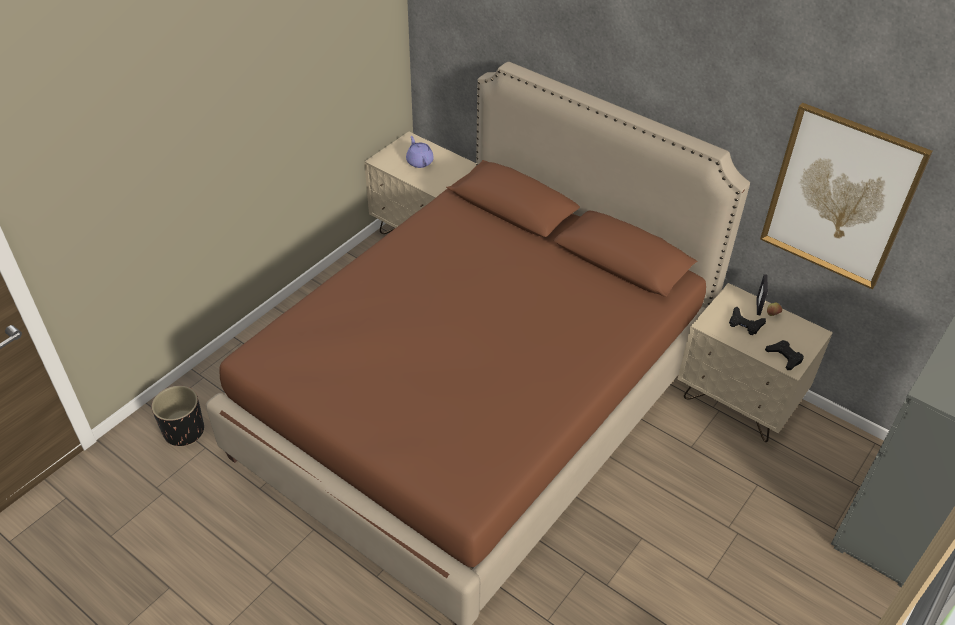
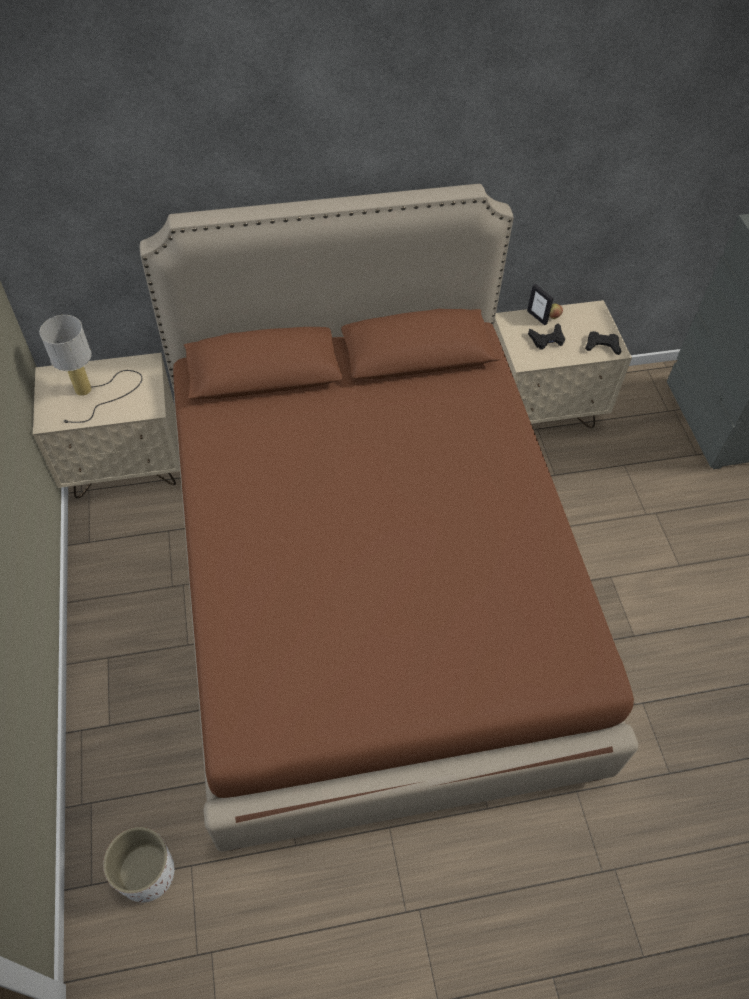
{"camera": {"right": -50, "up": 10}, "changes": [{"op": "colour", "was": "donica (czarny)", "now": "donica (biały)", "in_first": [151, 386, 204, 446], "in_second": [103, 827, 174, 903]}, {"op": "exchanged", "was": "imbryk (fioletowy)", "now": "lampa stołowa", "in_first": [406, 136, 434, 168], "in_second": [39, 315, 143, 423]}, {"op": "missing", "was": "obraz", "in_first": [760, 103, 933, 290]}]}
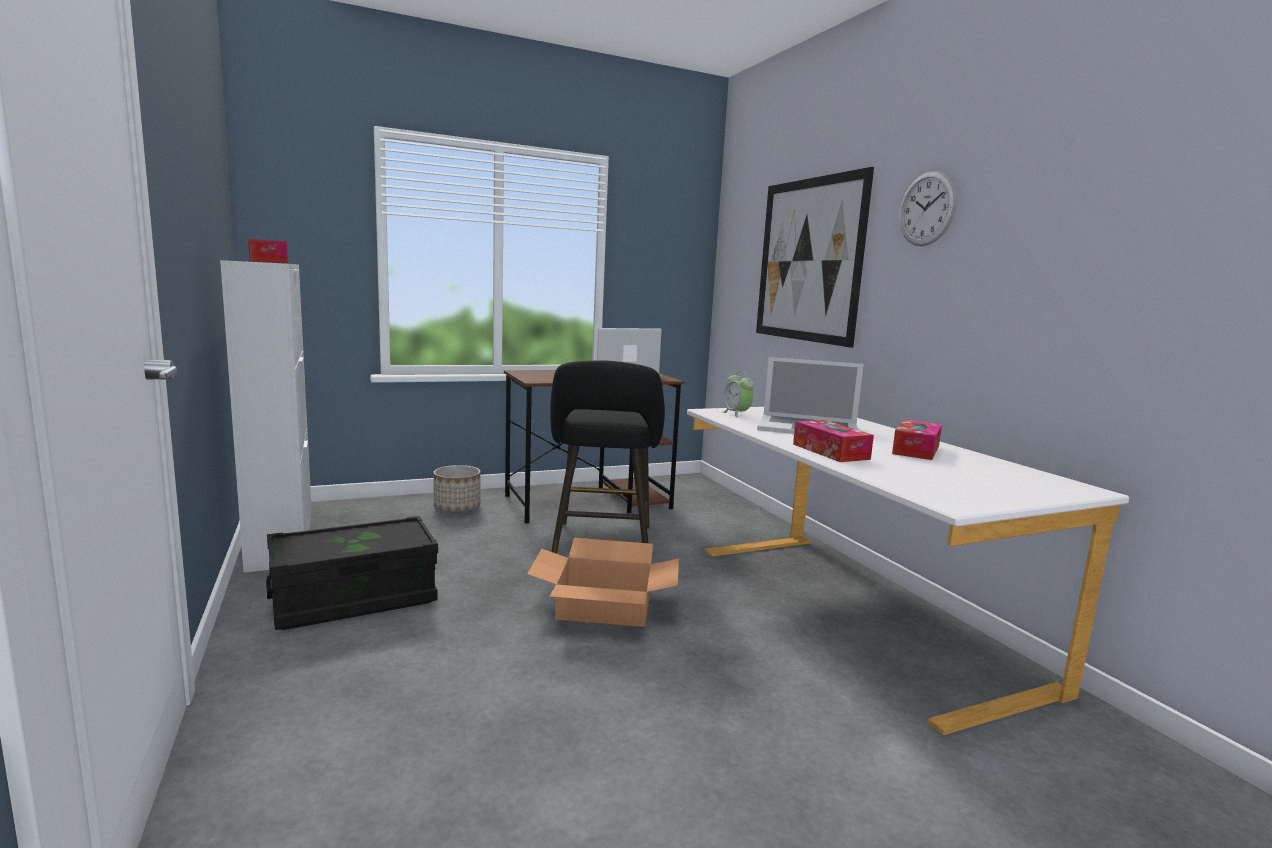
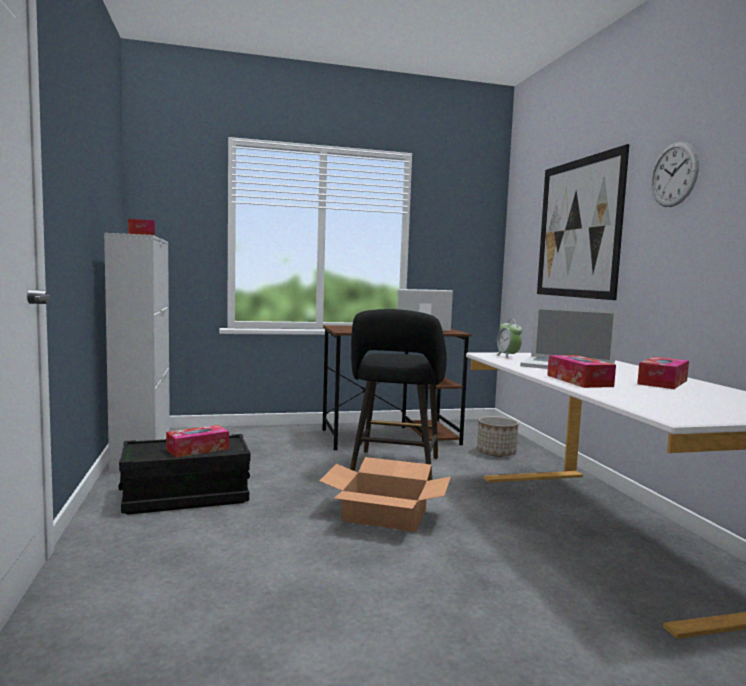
{"camera": {"right": 10, "up": -5}, "changes": [{"op": "relocated", "was": "donica", "in_first": [433, 465, 480, 512], "in_second": [477, 416, 519, 457]}, {"op": "appeared", "now": "pudełko chusteczek", "in_second": [166, 425, 229, 458]}]}
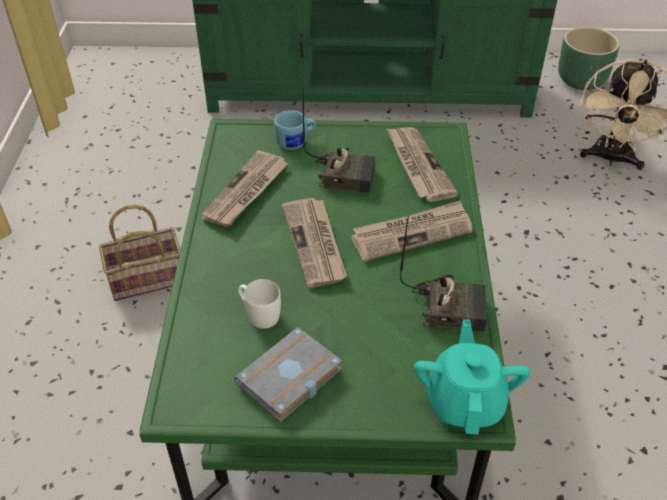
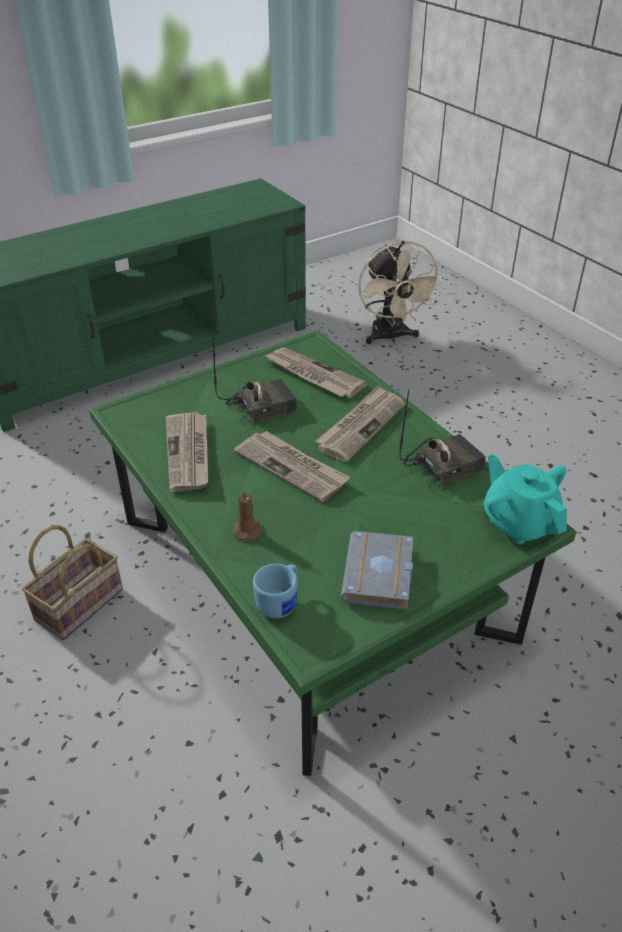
{"camera": {"right": -35, "up": -5}, "changes": [{"op": "missing", "was": "kubek (biały)", "in_first": [238, 279, 281, 329]}, {"op": "relocated", "was": "kubek (niebieski)", "in_first": [274, 110, 316, 150], "in_second": [253, 564, 298, 618]}, {"op": "missing", "was": "donica (zielony)", "in_first": [558, 27, 620, 90]}, {"op": "appeared", "now": "świeca (brązowy)", "in_second": [233, 489, 262, 540]}]}
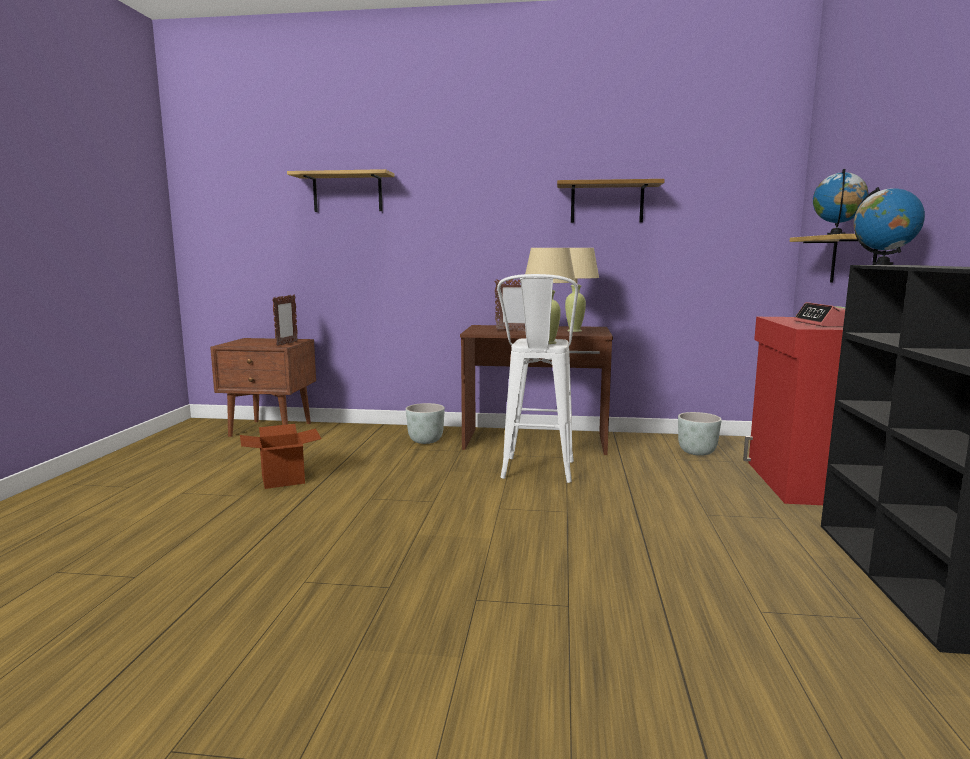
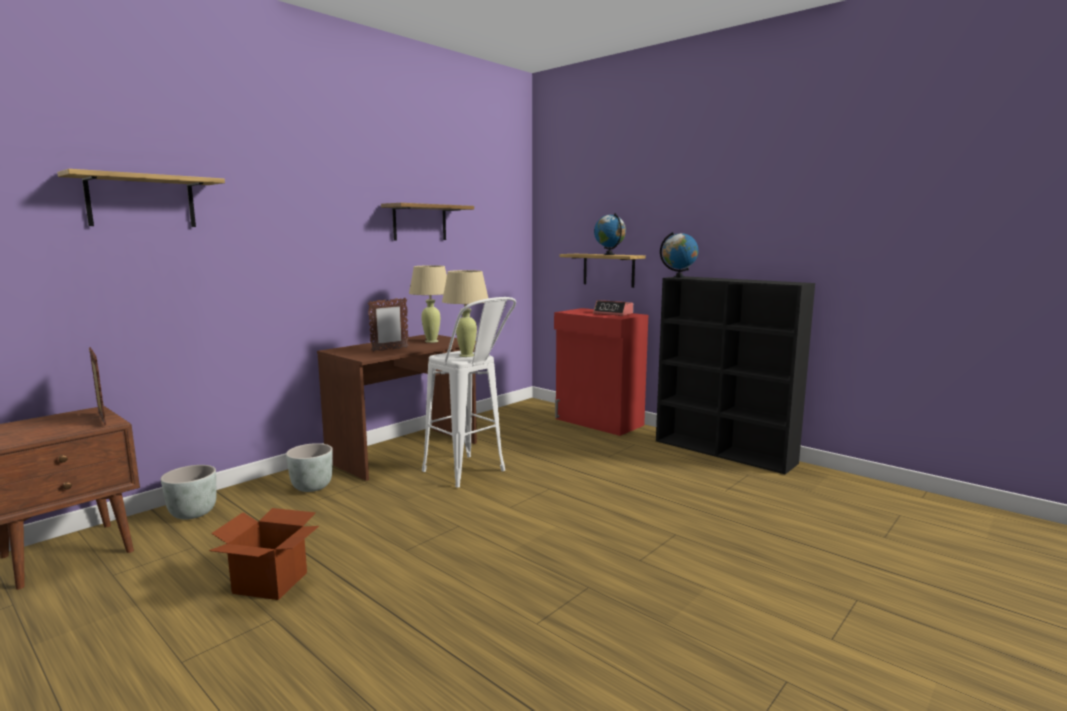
{"camera": {"right": -55, "up": 0}, "changes": [{"op": "relocated", "was": "donica (szary)", "in_first": [678, 412, 722, 456], "in_second": [160, 465, 217, 519]}]}
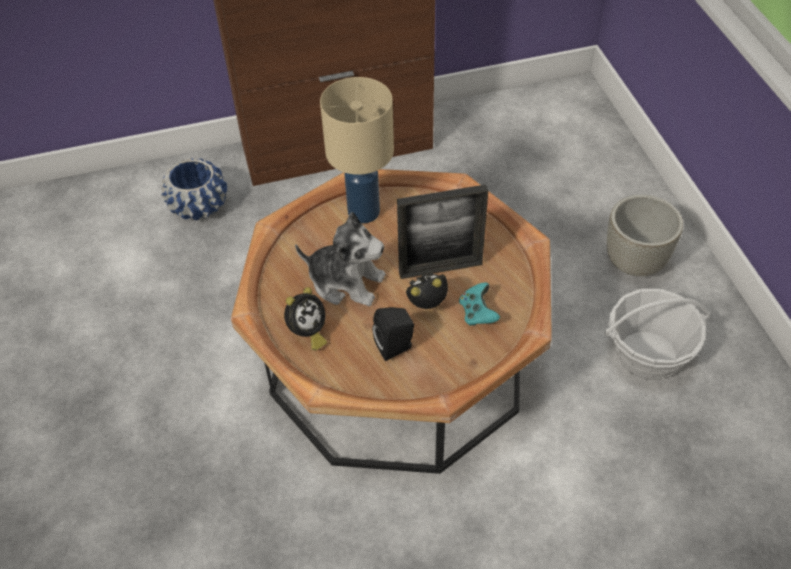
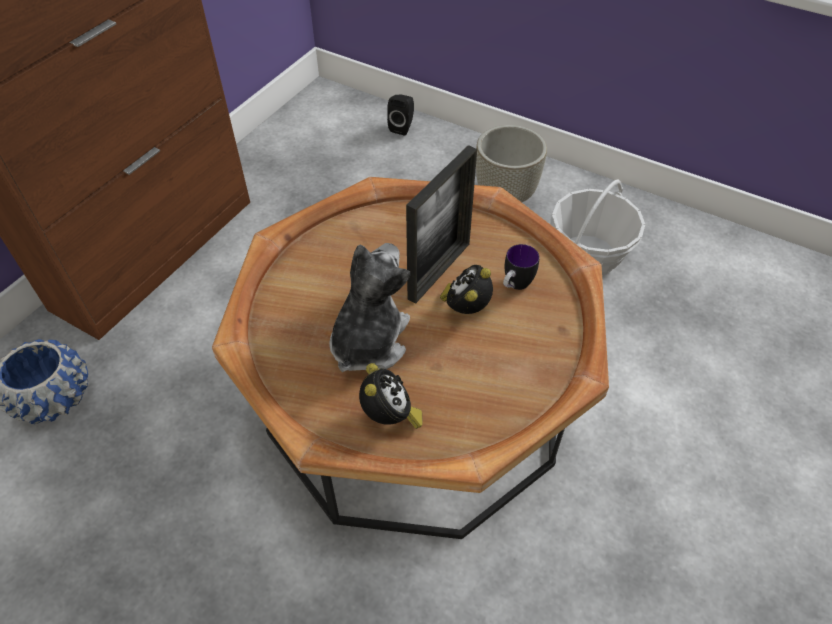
{"camera": {"right": -45, "up": 0}, "changes": [{"op": "spun", "was": "pluszak", "in_first": [295, 212, 386, 306], "in_second": [329, 243, 410, 372], "clockwise": -45}, {"op": "missing", "was": "lampa stołowa (beżowy)", "in_first": [320, 77, 394, 223]}, {"op": "relocated", "was": "głośnik (czarny)", "in_first": [372, 307, 414, 361], "in_second": [387, 95, 414, 136]}, {"op": "exchanged", "was": "pad do gier (turkusowy)", "now": "kubek", "in_first": [459, 282, 500, 326], "in_second": [503, 244, 540, 290]}]}
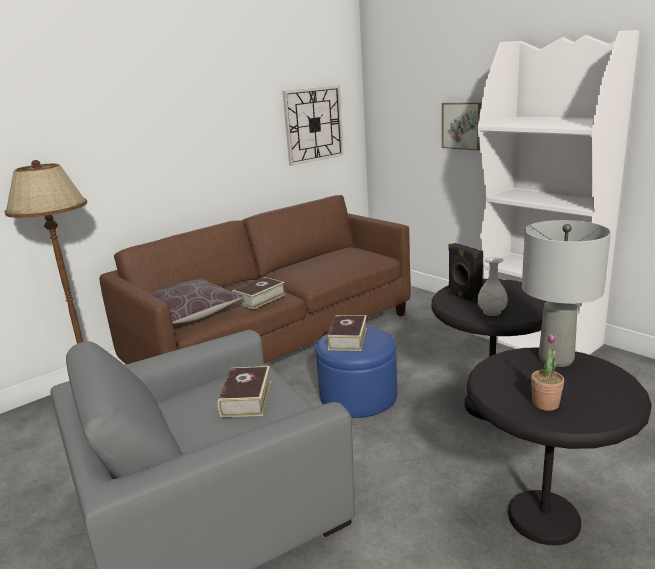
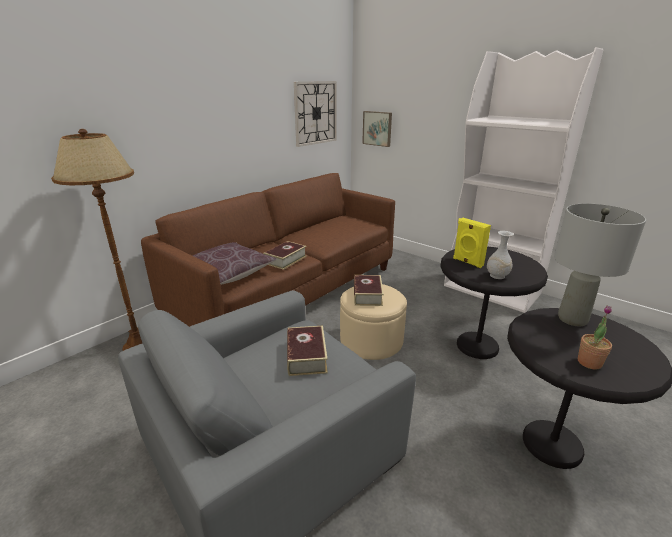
{"camera": {"right": -10, "up": 5}, "changes": [{"op": "colour", "was": "pufa (niebieski)", "now": "pufa (beżowy)", "in_first": [316, 326, 397, 418], "in_second": [340, 284, 407, 360]}, {"op": "relocated", "was": "obraz", "in_first": [442, 103, 482, 150], "in_second": [362, 111, 392, 147]}, {"op": "colour", "was": "głośnik (czarny)", "now": "głośnik (żółty)", "in_first": [448, 243, 483, 304], "in_second": [453, 218, 491, 268]}]}
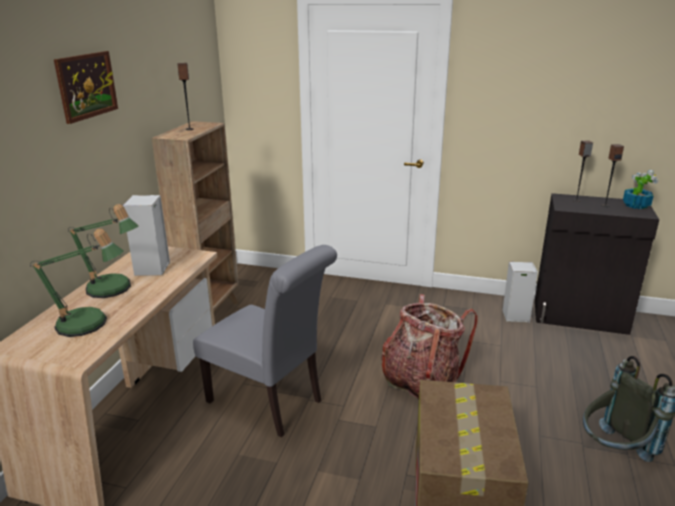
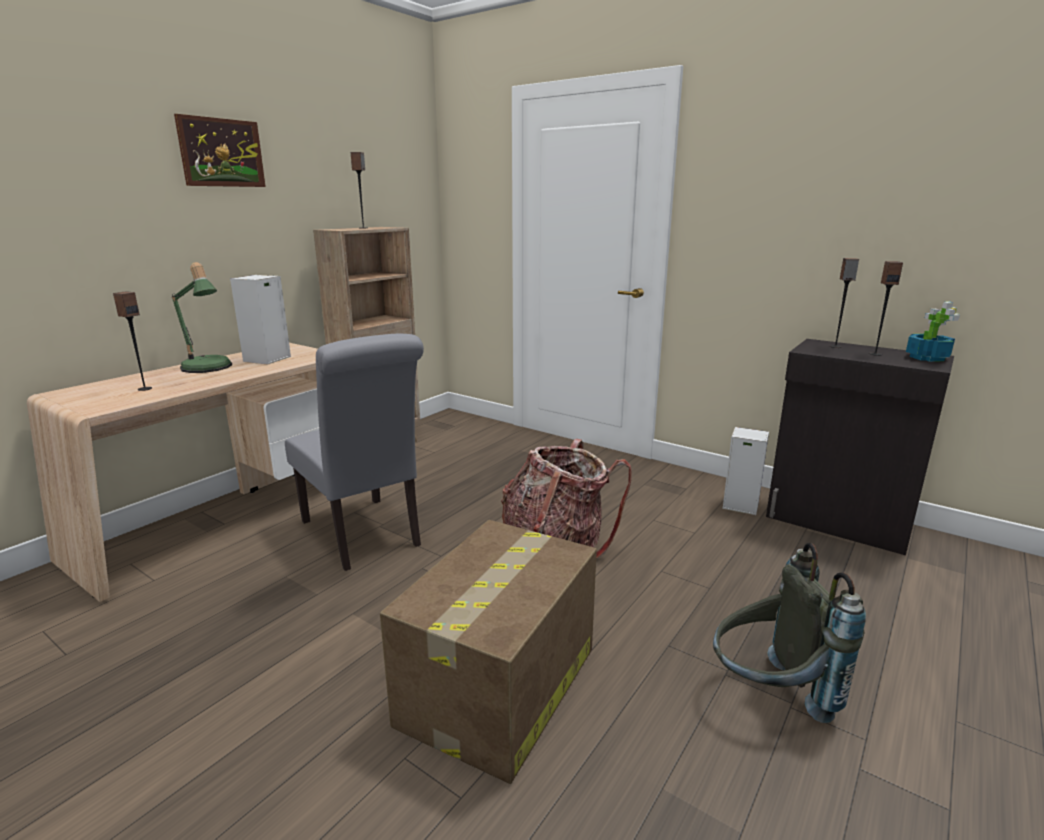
{"camera": {"right": 20, "up": -5}, "changes": [{"op": "exchanged", "was": "lampa stołowa", "now": "głośnik", "in_first": [30, 228, 124, 337], "in_second": [113, 291, 152, 391]}]}
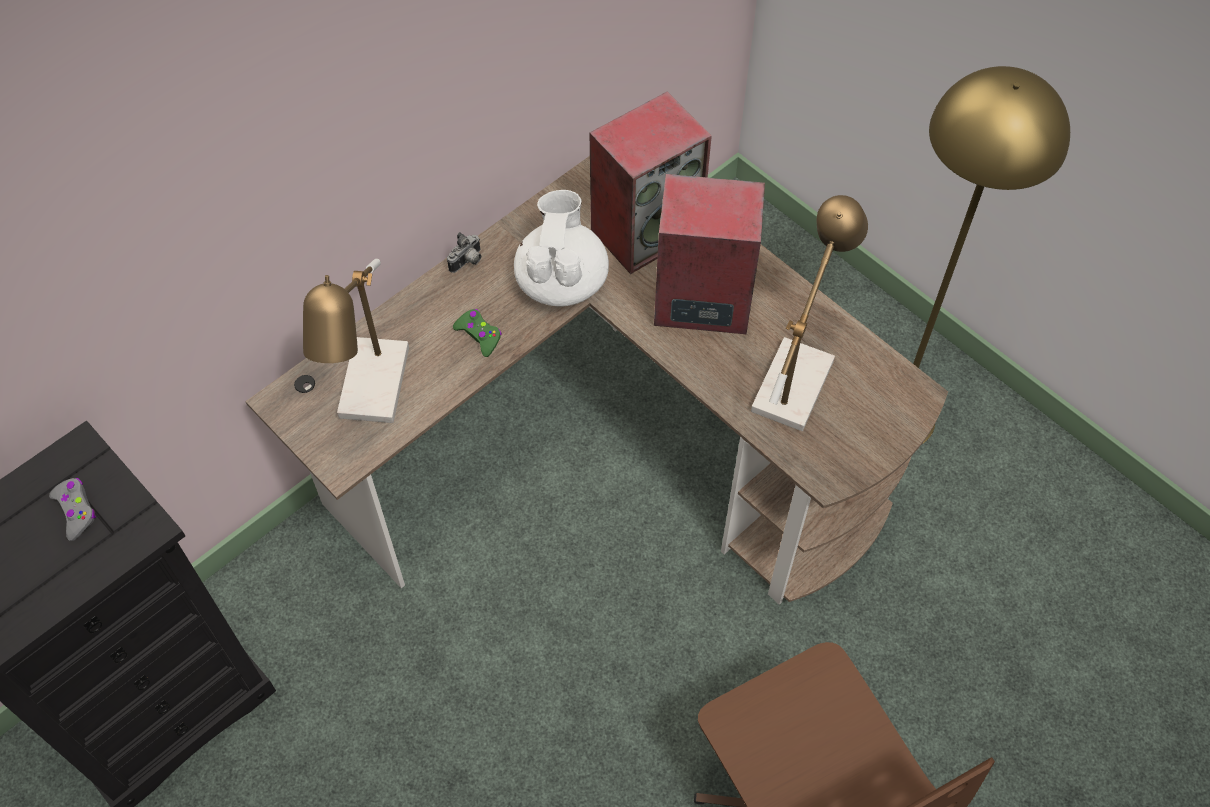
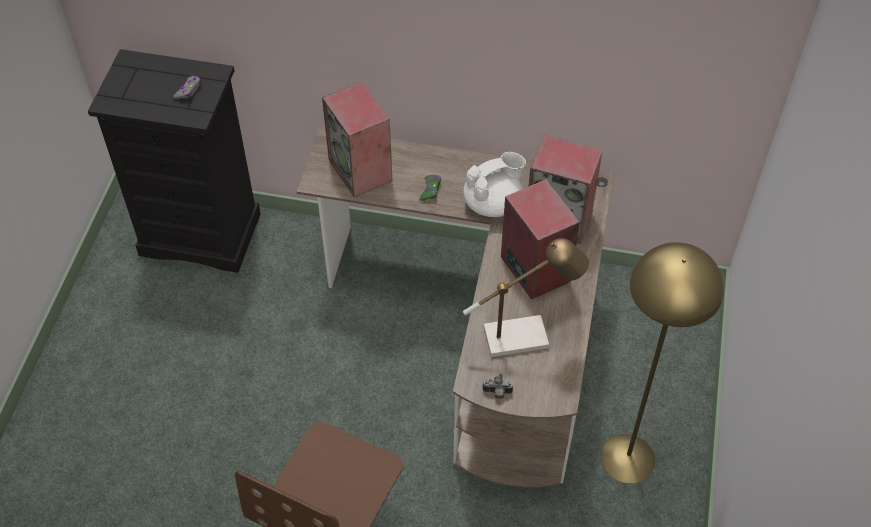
{"camera": {"right": 55, "up": -5}, "changes": [{"op": "exchanged", "was": "lampa stołowa", "now": "głośnik", "in_first": [303, 259, 409, 423], "in_second": [322, 82, 392, 197]}, {"op": "relocated", "was": "aparat fotograficzny", "in_first": [447, 232, 481, 273], "in_second": [482, 374, 513, 399]}]}
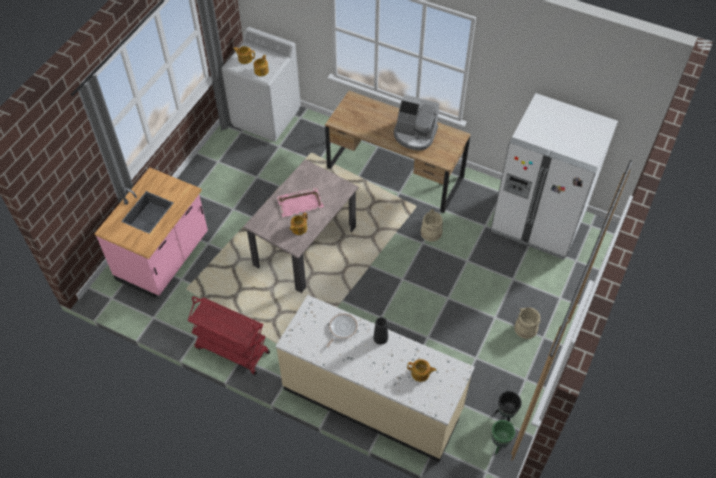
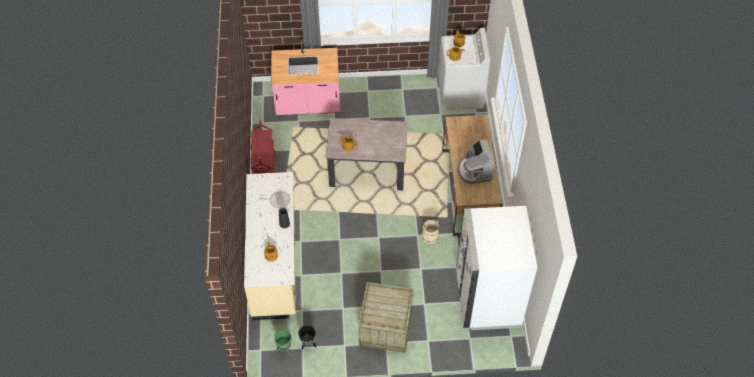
{"camera": {"right": 60, "up": 0}, "changes": [{"op": "missing", "was": "taca (różowy)", "in_first": [277, 188, 324, 217]}, {"op": "exchanged", "was": "wiadro (beżowy)", "now": "skrzynka", "in_first": [514, 307, 541, 339], "in_second": [359, 282, 414, 353]}]}
